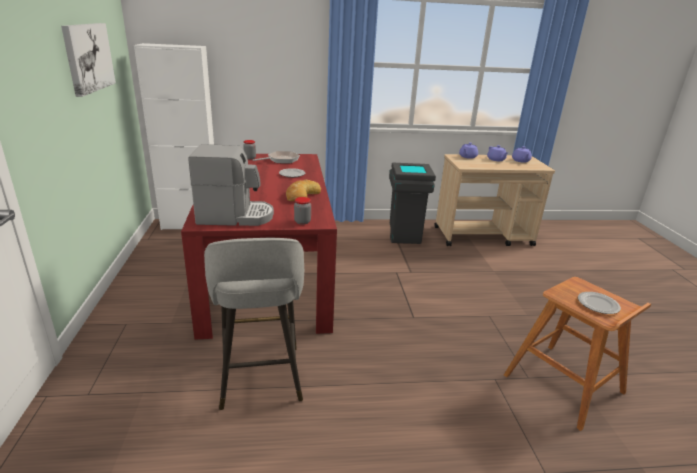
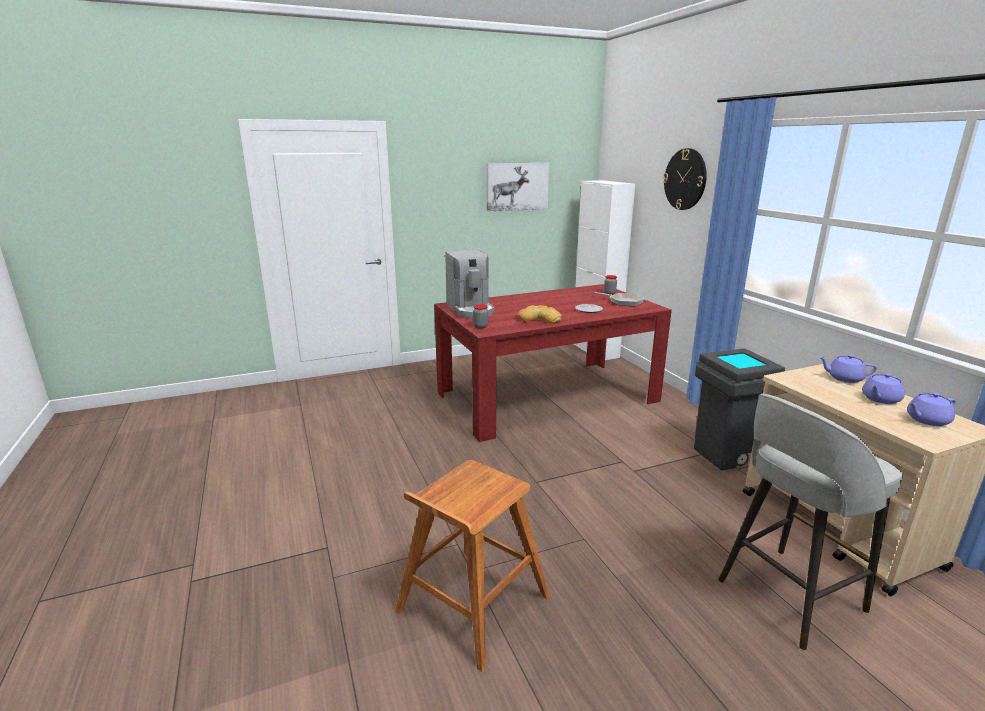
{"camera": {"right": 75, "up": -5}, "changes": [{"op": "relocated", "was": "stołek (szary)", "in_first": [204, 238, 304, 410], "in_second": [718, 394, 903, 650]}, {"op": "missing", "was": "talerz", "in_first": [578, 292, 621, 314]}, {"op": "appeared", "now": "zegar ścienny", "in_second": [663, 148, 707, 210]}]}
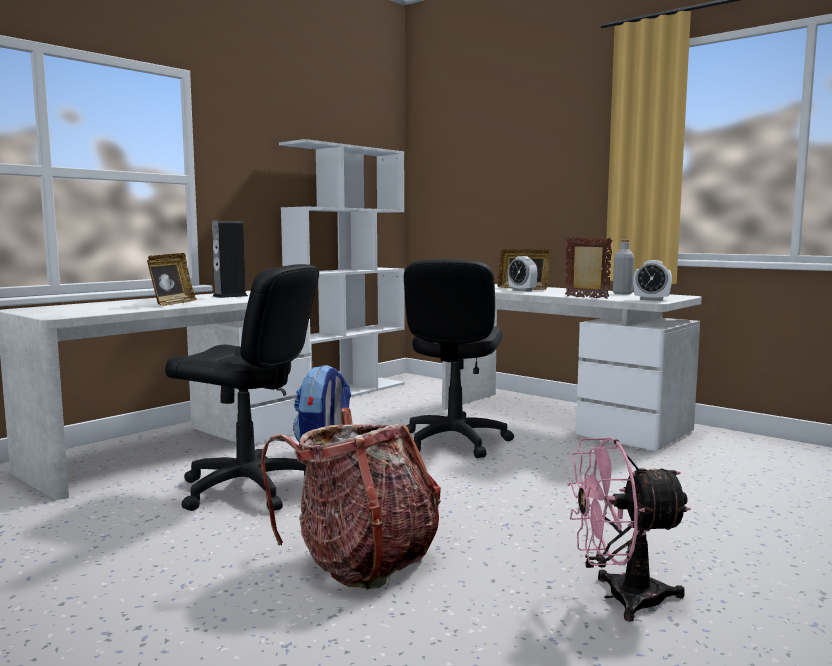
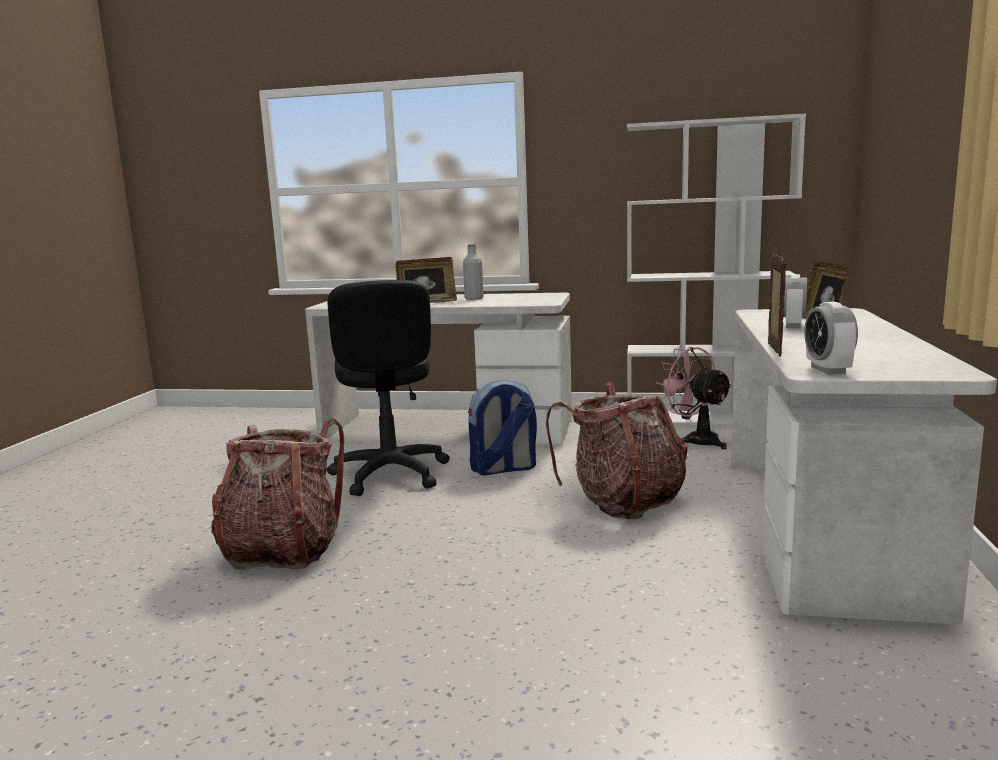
{"camera": {"right": 60, "up": 5}, "changes": [{"op": "missing", "was": "głośnik", "in_first": [212, 221, 248, 298]}, {"op": "exchanged", "was": "krzesło biurowe (czarny)", "now": "plecak", "in_first": [404, 259, 514, 458], "in_second": [546, 382, 688, 519]}, {"op": "relocated", "was": "wentylator (różowy)", "in_first": [567, 437, 691, 622], "in_second": [656, 347, 733, 450]}, {"op": "relocated", "was": "butelka (szary)", "in_first": [613, 240, 634, 294], "in_second": [463, 244, 484, 300]}]}
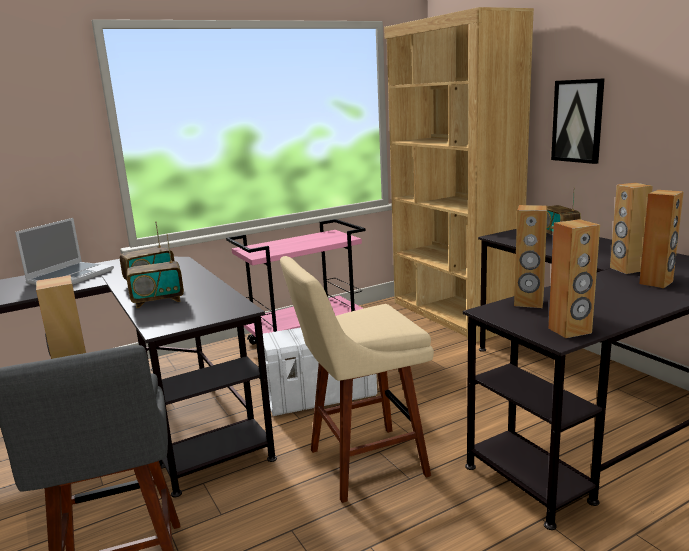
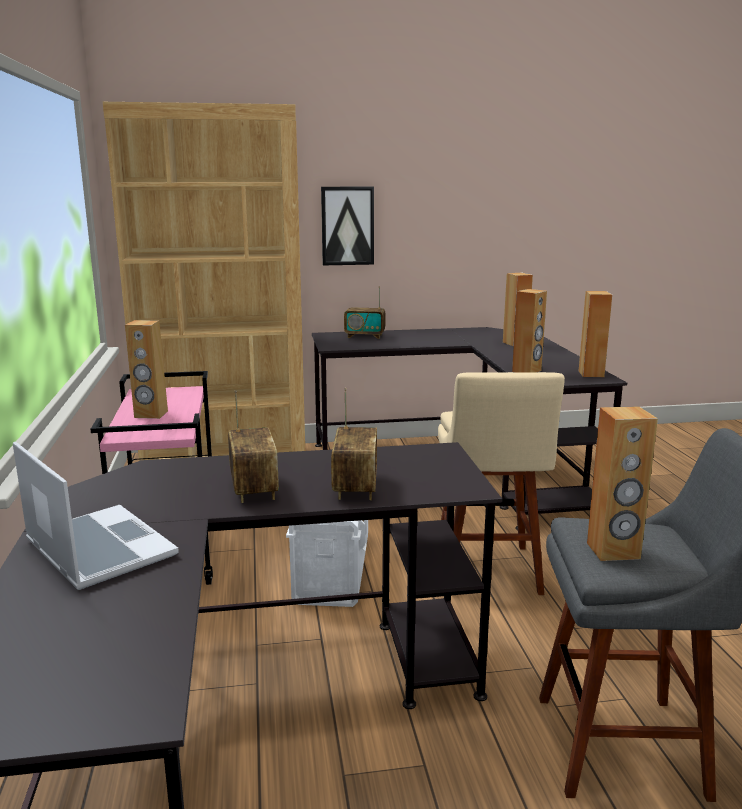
{"camera": {"right": -70, "up": 0}, "changes": [{"op": "relocated", "was": "głośnik (brązowy)", "in_first": [610, 183, 653, 274], "in_second": [125, 320, 168, 419]}]}
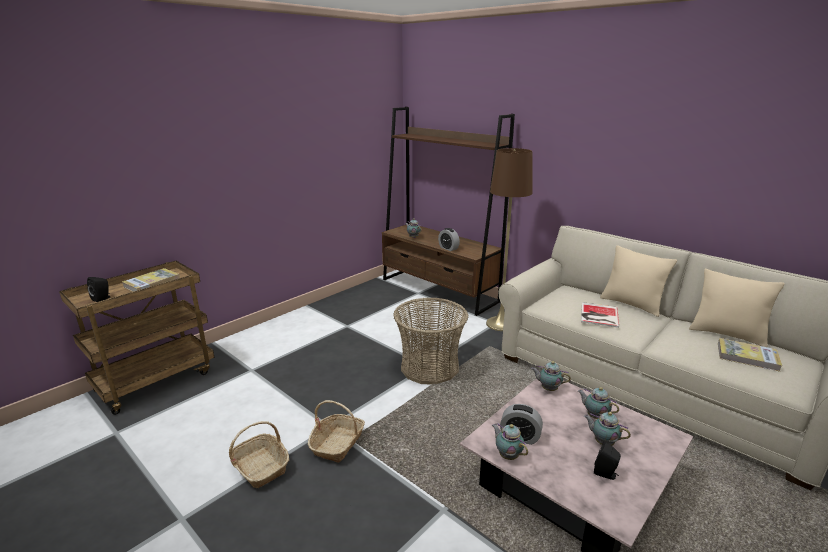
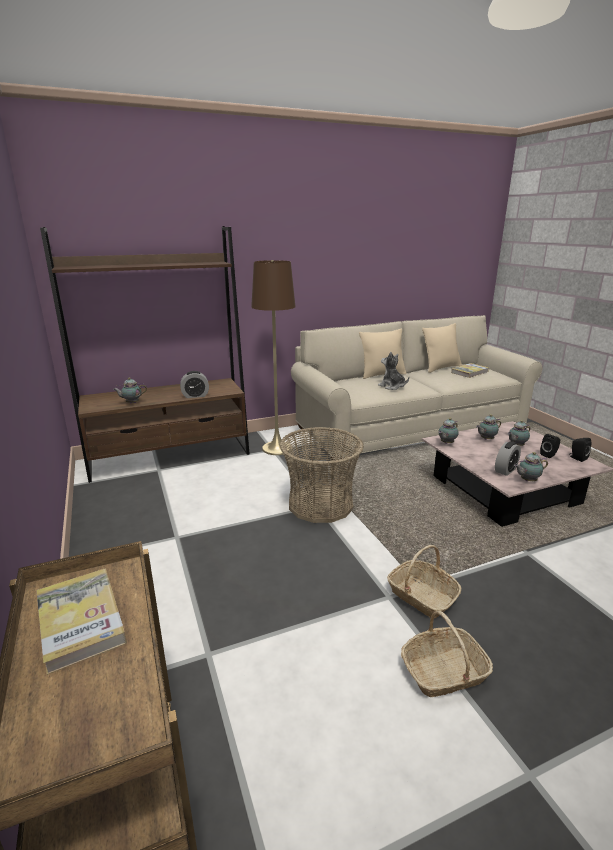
{"camera": {"right": -65, "up": 0}, "changes": [{"op": "relocated", "was": "głośnik (czarny)", "in_first": [87, 277, 110, 302], "in_second": [569, 438, 591, 462]}, {"op": "exchanged", "was": "książka", "now": "pluszak", "in_first": [581, 302, 619, 328], "in_second": [378, 352, 409, 390]}]}
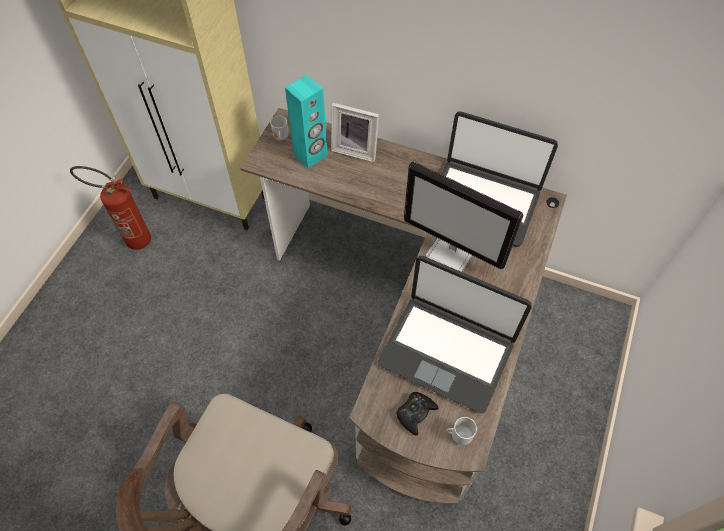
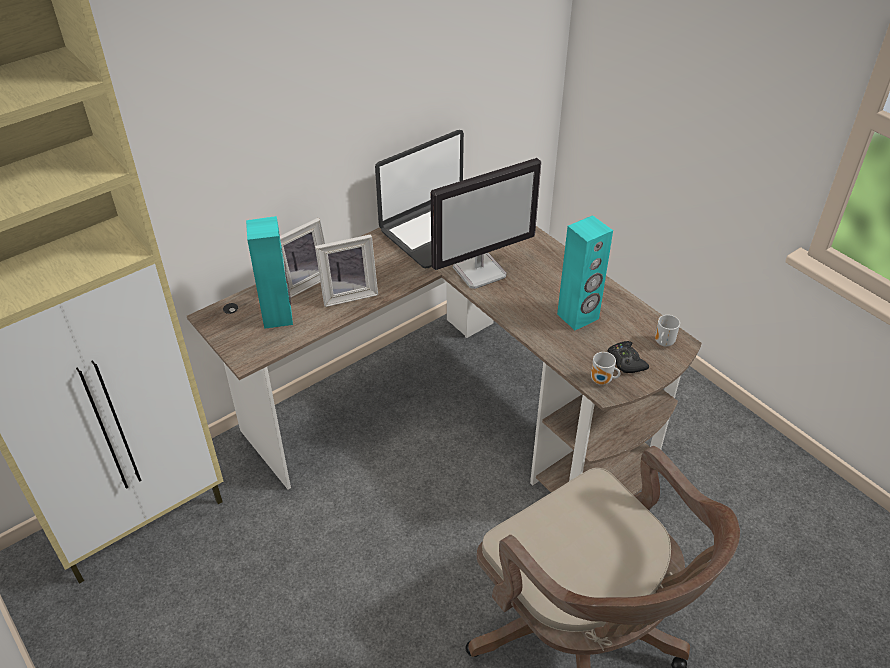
{"camera": {"right": -60, "up": -15}, "changes": [{"op": "missing", "was": "gaśnica", "in_first": [70, 166, 151, 250]}, {"op": "relocated", "was": "kubek", "in_first": [270, 115, 289, 141], "in_second": [591, 352, 620, 385]}, {"op": "exchanged", "was": "laptop", "now": "głośnik (turkusowy)", "in_first": [378, 256, 532, 413], "in_second": [557, 215, 613, 330]}, {"op": "appeared", "now": "ramka na zdjęcie", "in_second": [315, 234, 378, 307]}]}
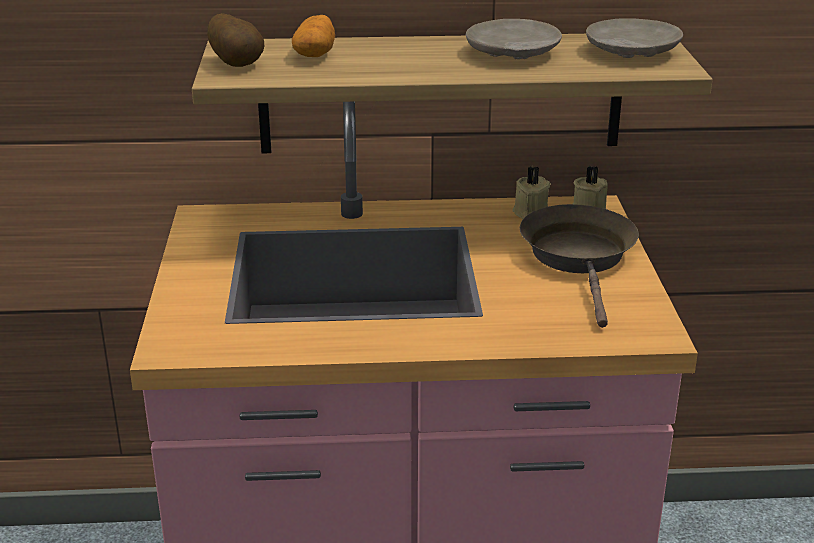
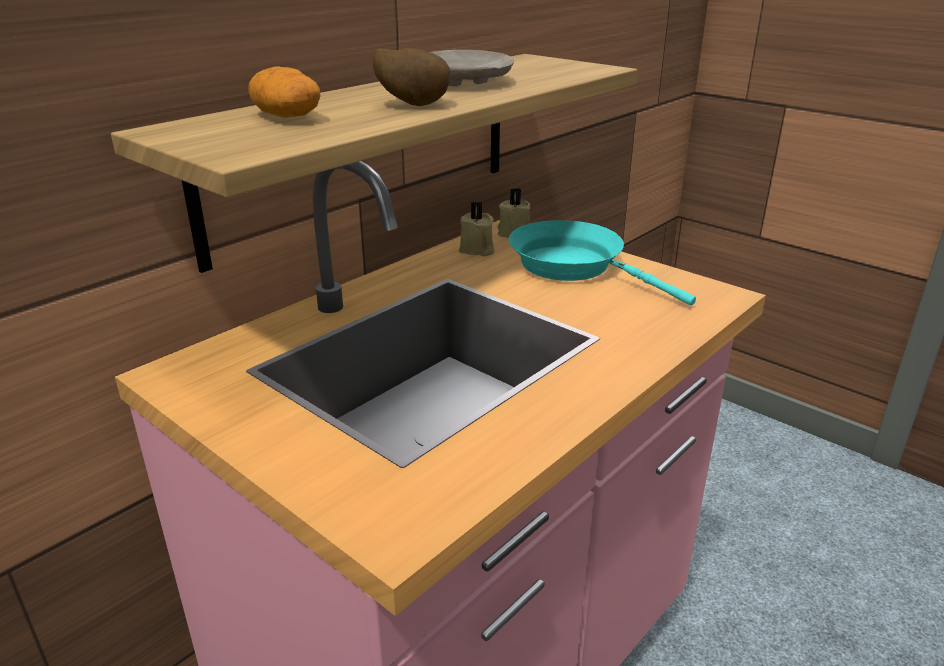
{"camera": {"right": -45, "up": 0}, "changes": [{"op": "relocated", "was": "ziemniak", "in_first": [207, 13, 264, 67], "in_second": [372, 48, 450, 106]}, {"op": "colour", "was": "patelnia (brązowy)", "now": "patelnia (turkusowy)", "in_first": [520, 204, 639, 328], "in_second": [509, 220, 696, 305]}, {"op": "missing", "was": "talerz (beżowy)", "in_first": [586, 18, 683, 58]}]}
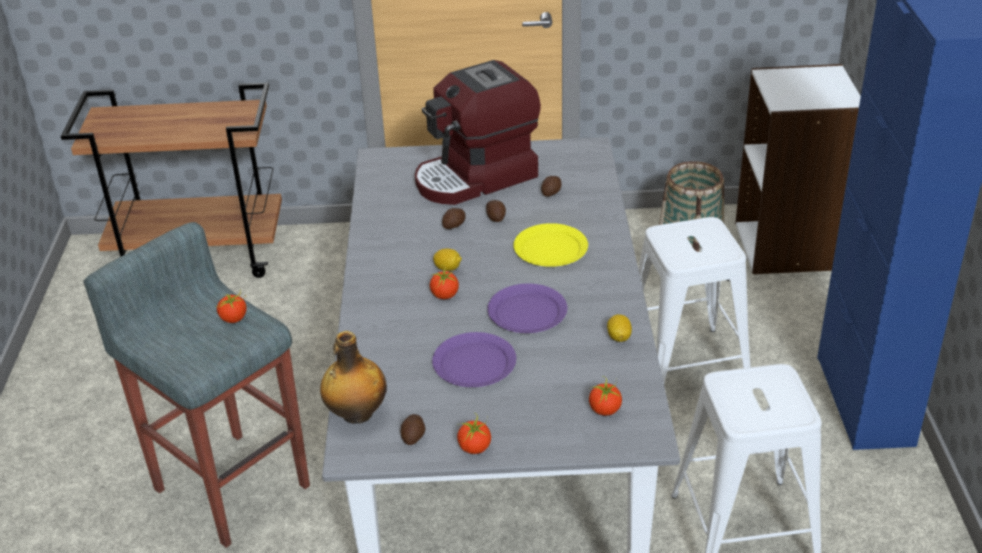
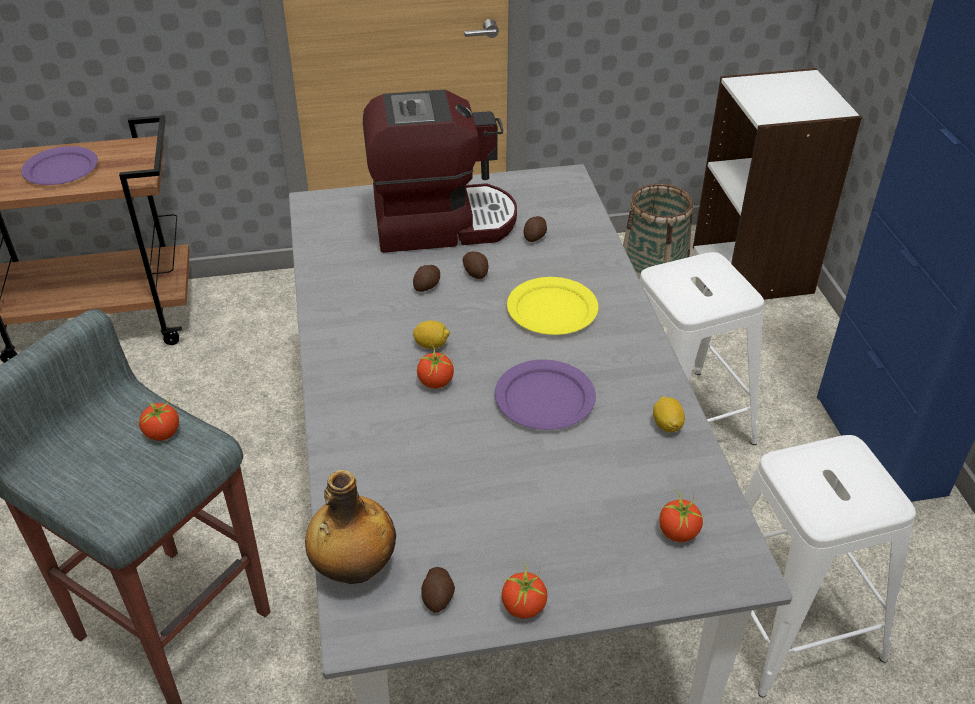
{"camera": {"right": -10, "up": 5}, "changes": [{"op": "spun", "was": "ekspres do kawy", "in_first": [415, 60, 541, 205], "in_second": [363, 90, 517, 253], "clockwise": -150}, {"op": "relocated", "was": "talerz (fioletowy)", "in_first": [432, 332, 516, 387], "in_second": [21, 146, 98, 185]}]}
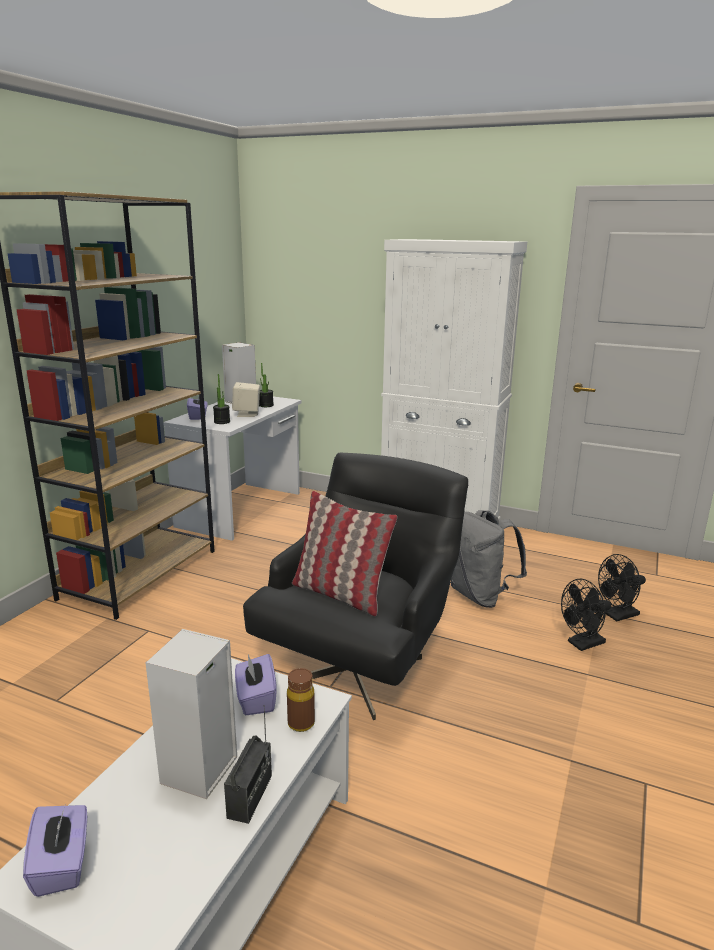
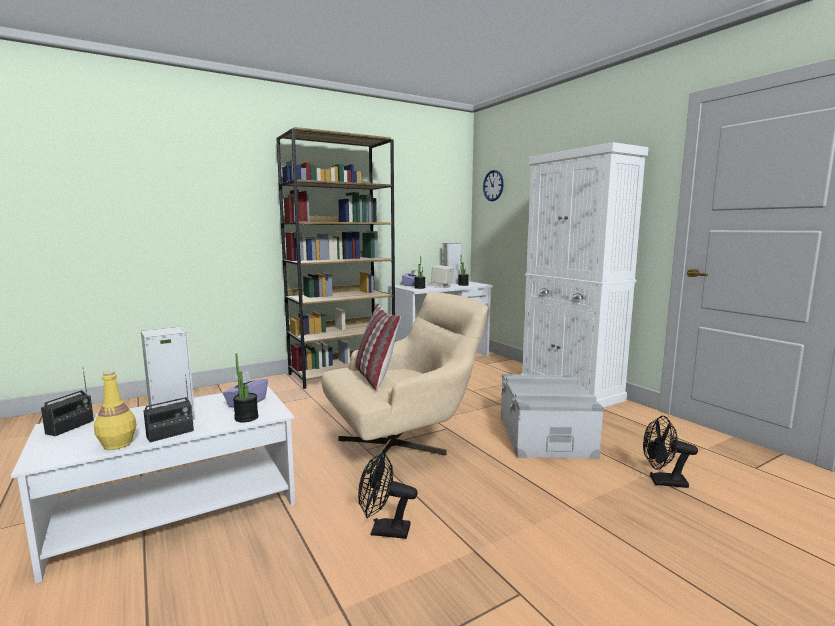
{"camera": {"right": 35, "up": -10}, "changes": [{"op": "exchanged", "was": "pudełko chusteczek (fioletowy)", "now": "radio", "in_first": [23, 803, 87, 897], "in_second": [41, 369, 94, 436]}, {"op": "colour", "was": "fotel (czarny)", "now": "fotel (beżowy)", "in_first": [243, 453, 468, 720], "in_second": [322, 292, 488, 474]}, {"op": "exchanged", "was": "butelka (brązowy)", "now": "roślina doniczkowa", "in_first": [287, 668, 315, 732], "in_second": [233, 353, 258, 422]}, {"op": "exchanged", "was": "plecak (szary)", "now": "pojemnik do przechowywania (szary)", "in_first": [451, 510, 527, 608], "in_second": [501, 374, 604, 459]}, {"op": "relocated", "was": "wentylator (czarny)", "in_first": [561, 579, 612, 651], "in_second": [358, 452, 418, 539]}, {"op": "appeared", "now": "butelka (żółty)", "in_second": [94, 370, 136, 450]}, {"op": "appeared", "now": "zegar ścienny", "in_second": [483, 170, 504, 201]}]}
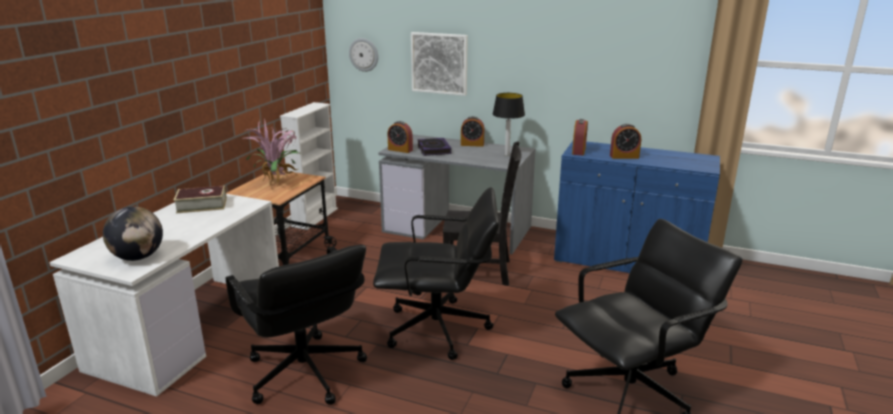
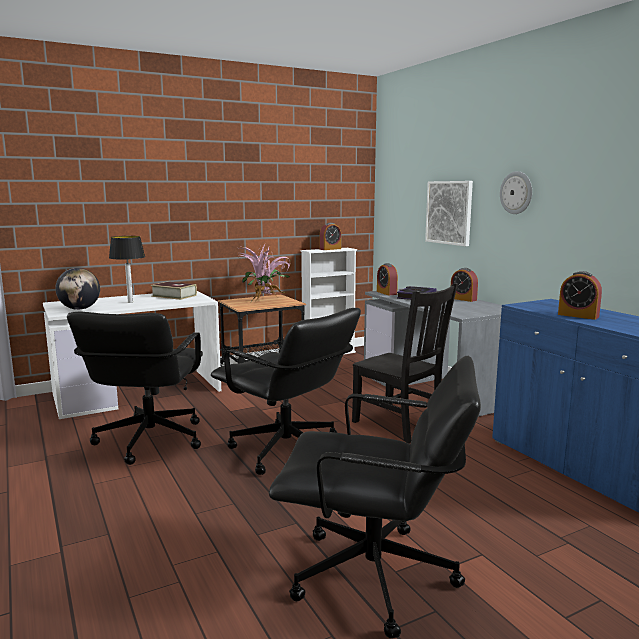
{"camera": {"right": 40, "up": -10}, "changes": [{"op": "relocated", "was": "zegar ścienny", "in_first": [349, 38, 378, 72], "in_second": [500, 171, 532, 214]}, {"op": "relocated", "was": "lampa stołowa", "in_first": [493, 93, 525, 156], "in_second": [109, 236, 145, 303]}, {"op": "relocated", "was": "budzik", "in_first": [572, 119, 588, 155], "in_second": [320, 223, 341, 250]}]}
